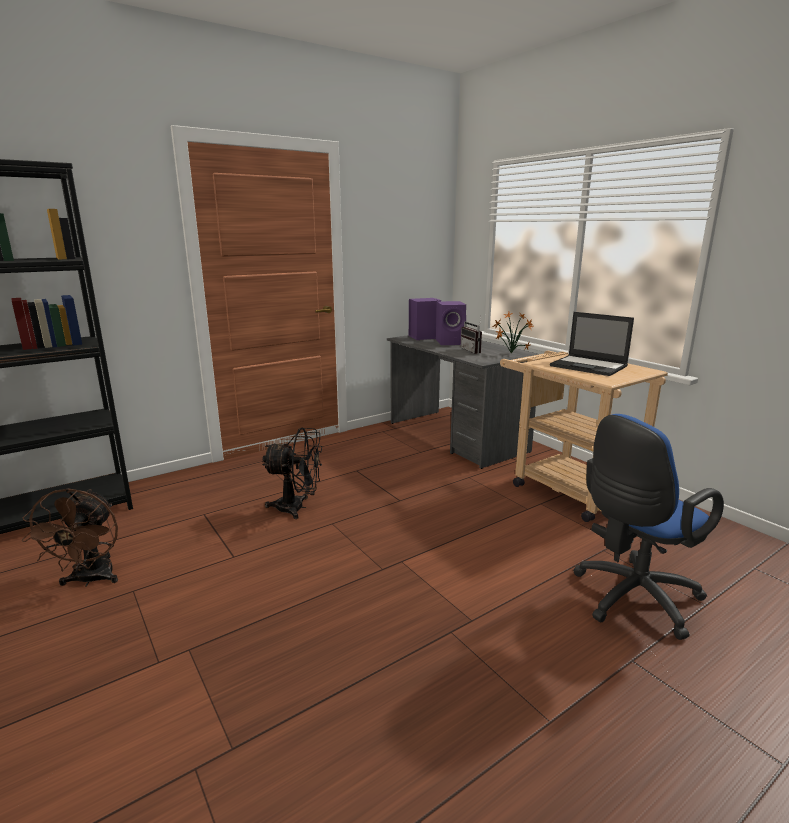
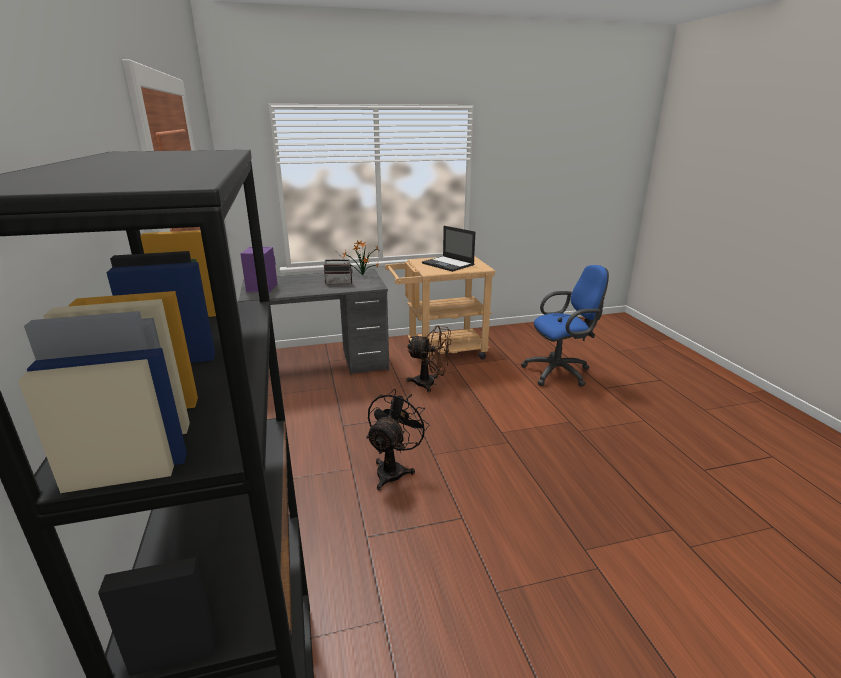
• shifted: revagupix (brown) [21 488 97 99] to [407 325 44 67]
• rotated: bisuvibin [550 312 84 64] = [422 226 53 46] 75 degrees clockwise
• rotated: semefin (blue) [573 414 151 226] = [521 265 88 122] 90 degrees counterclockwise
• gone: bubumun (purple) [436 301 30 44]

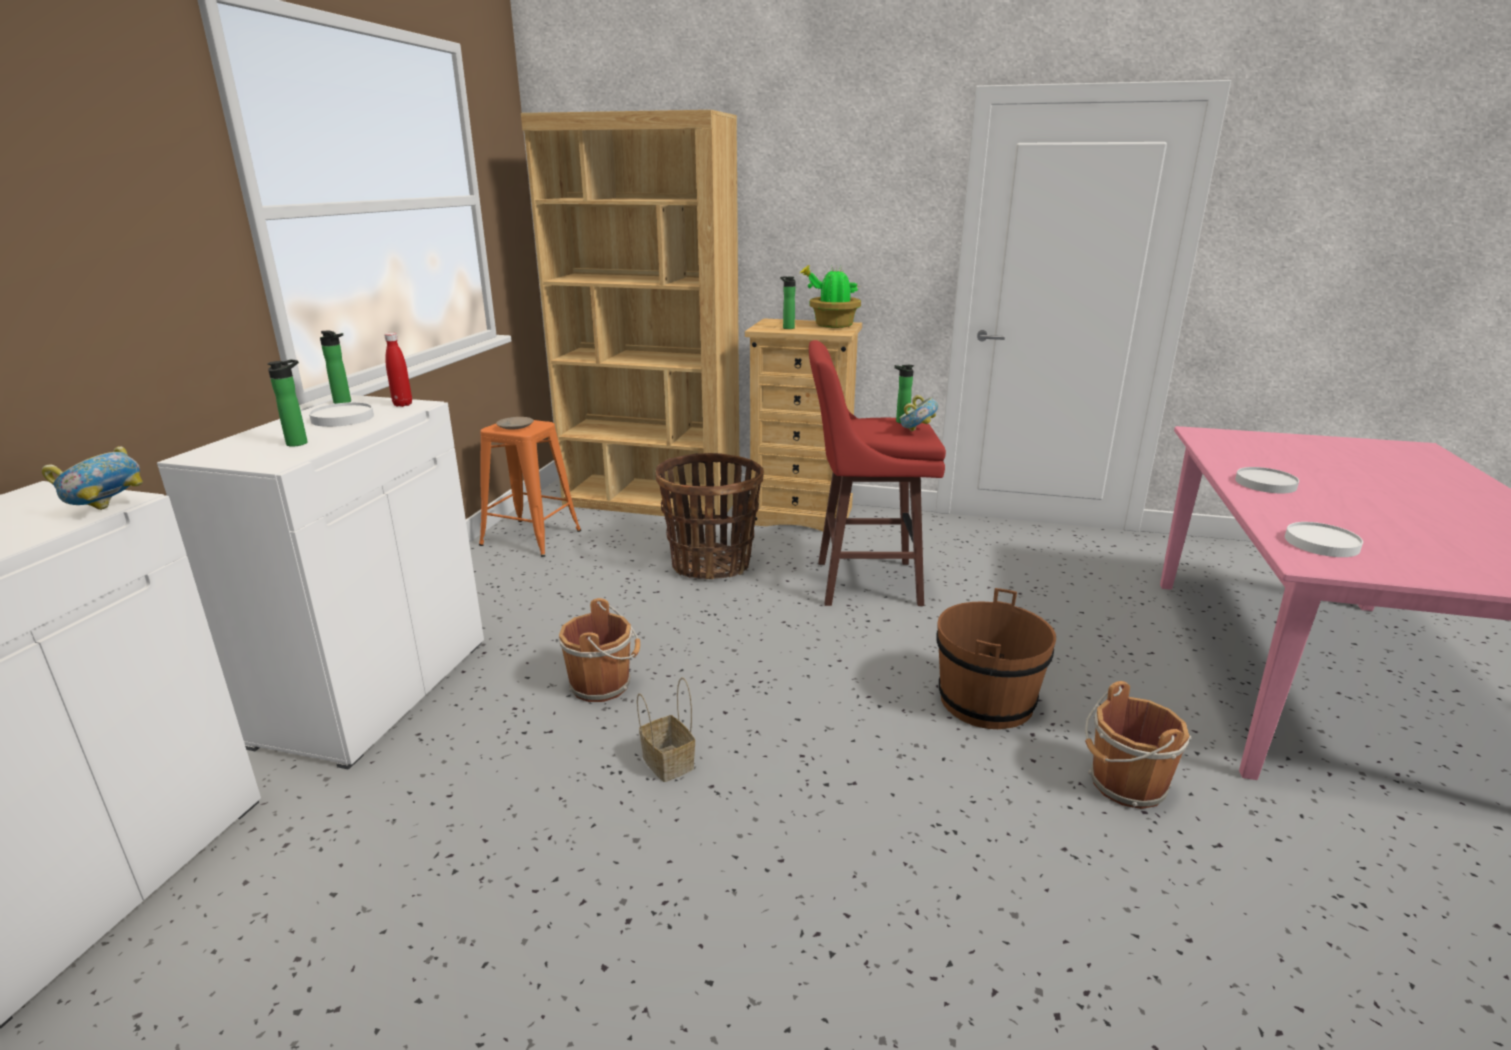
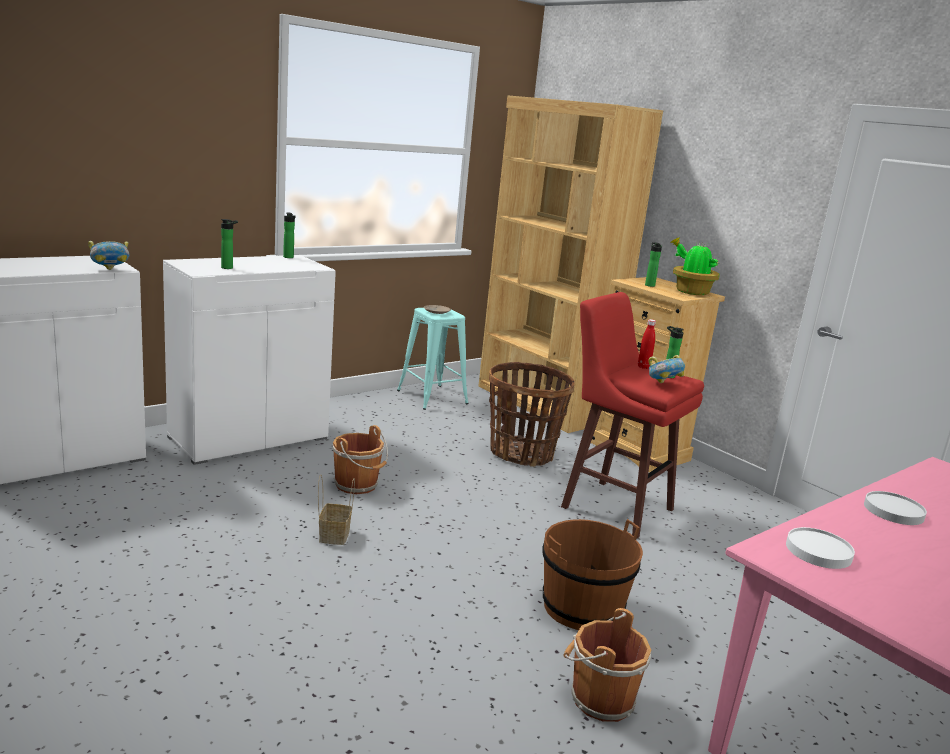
• repainted: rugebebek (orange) [479 420 102 137] to rugebebek (turquoise) [397 308 72 102]
• shifted: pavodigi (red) [384 333 28 74] to [638 319 18 50]
• gone: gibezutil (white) [309 402 65 25]

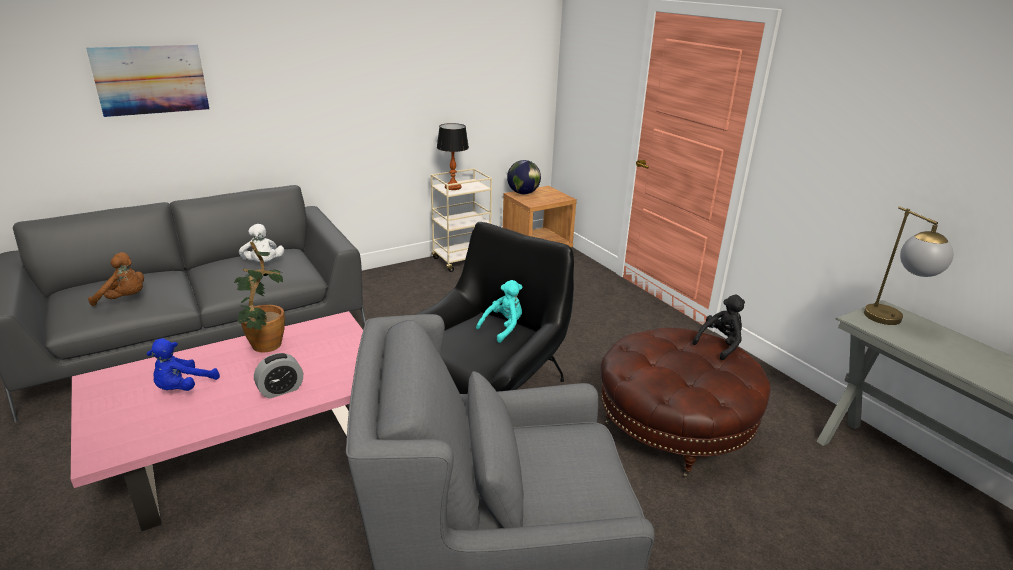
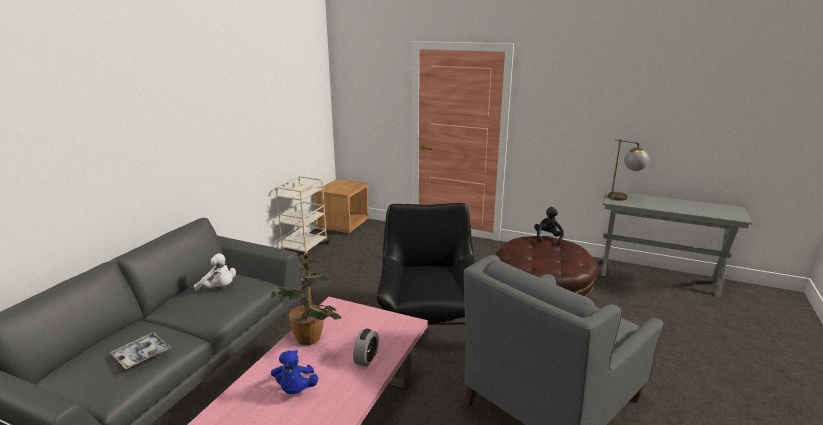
• swapped: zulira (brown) [88 252 56 54] to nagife [110 332 61 37]
• gone: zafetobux [86 44 123 73]
• gone: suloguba [437 123 32 67]
• gone: zulira (turquoise) [476 280 46 63]
• gone: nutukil [507 160 34 34]

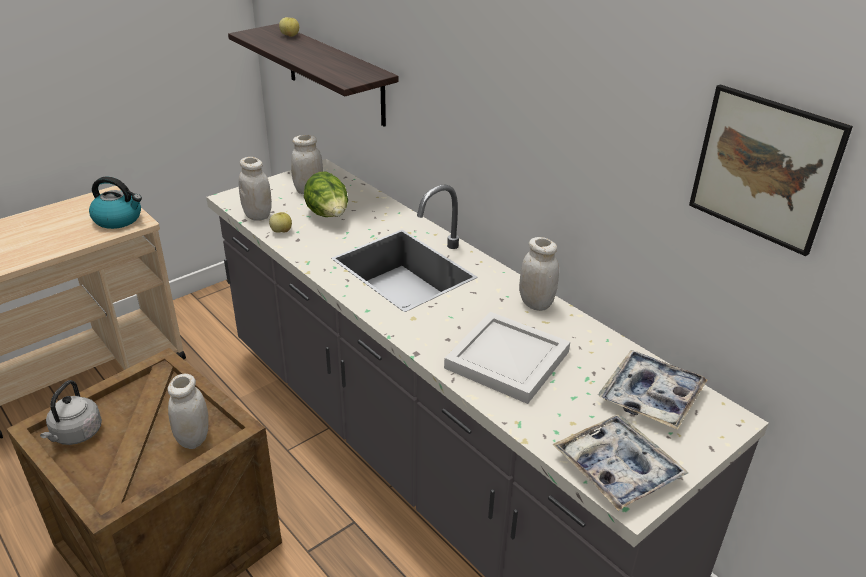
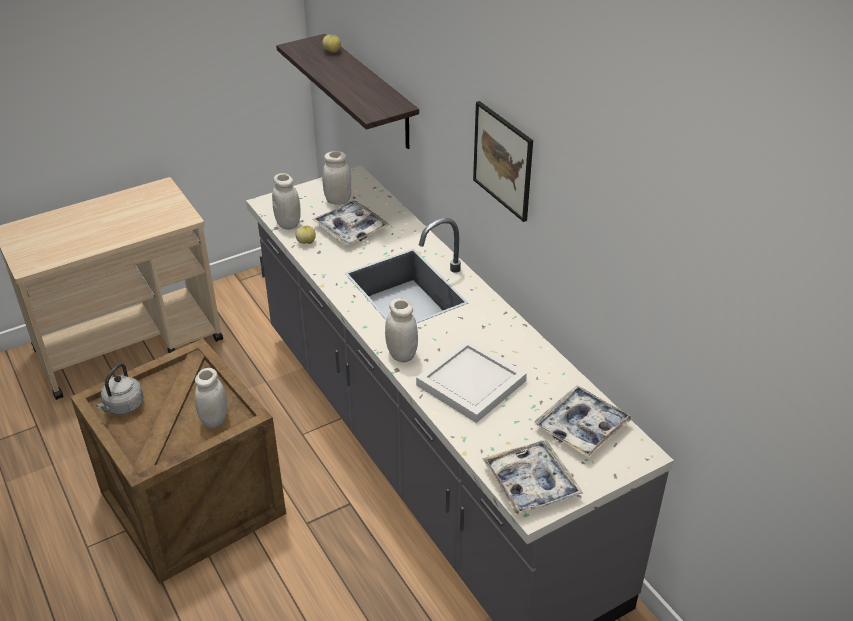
• swapped: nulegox [304 172 44 45] to nagife [312 200 78 45]
• shifted: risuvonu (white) [519 237 40 74] to [385 298 33 65]
• shifted: zafetobux [689 84 164 172] to [473 101 60 121]
• gone: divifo [89 176 53 53]

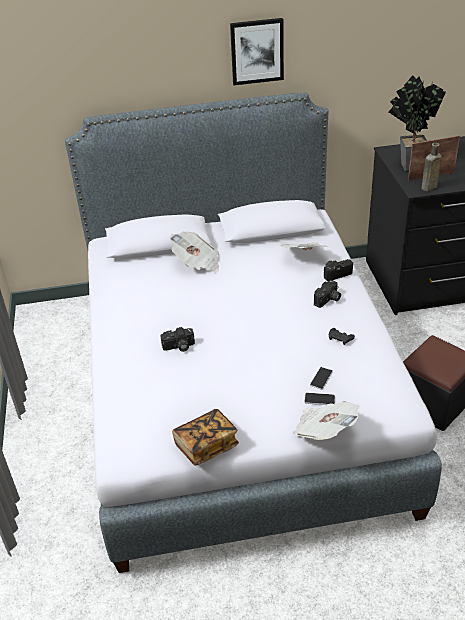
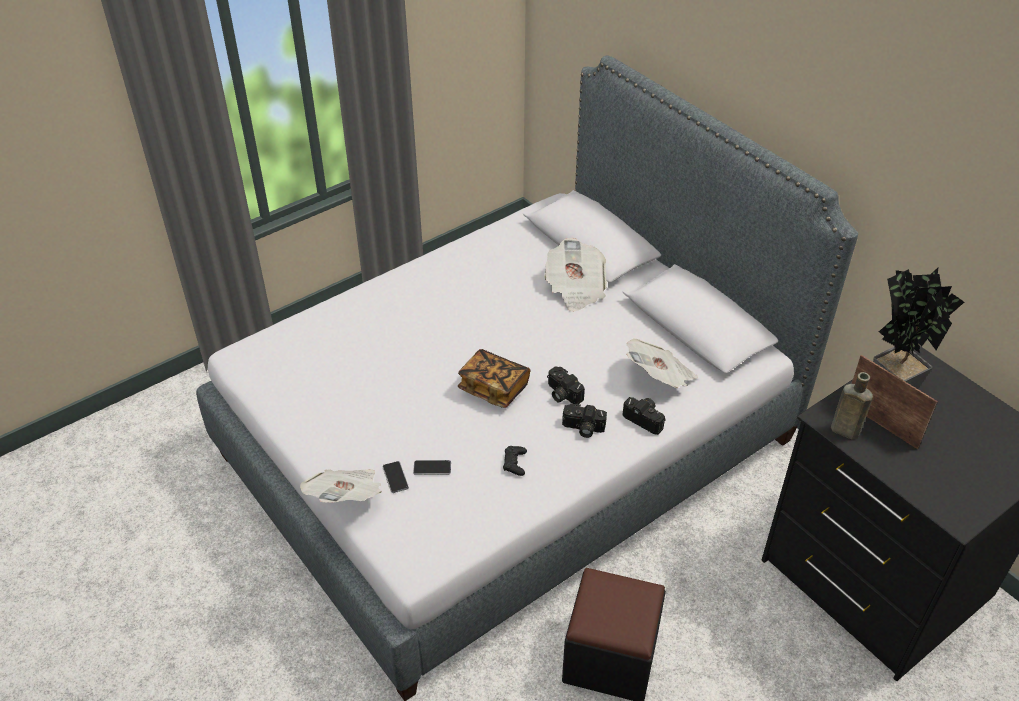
• shifted: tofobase [172 409 67 57] to [458 349 72 59]
• shifted: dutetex [160 327 35 25] to [547 366 38 38]
• gone: zafetobux [230 18 54 67]

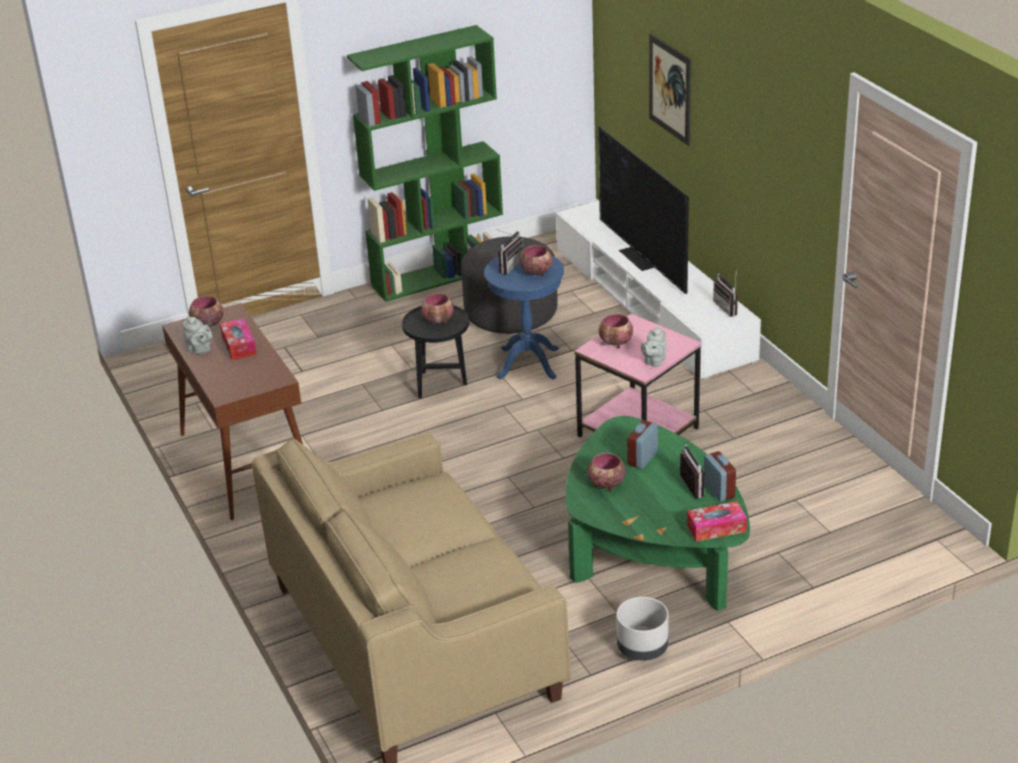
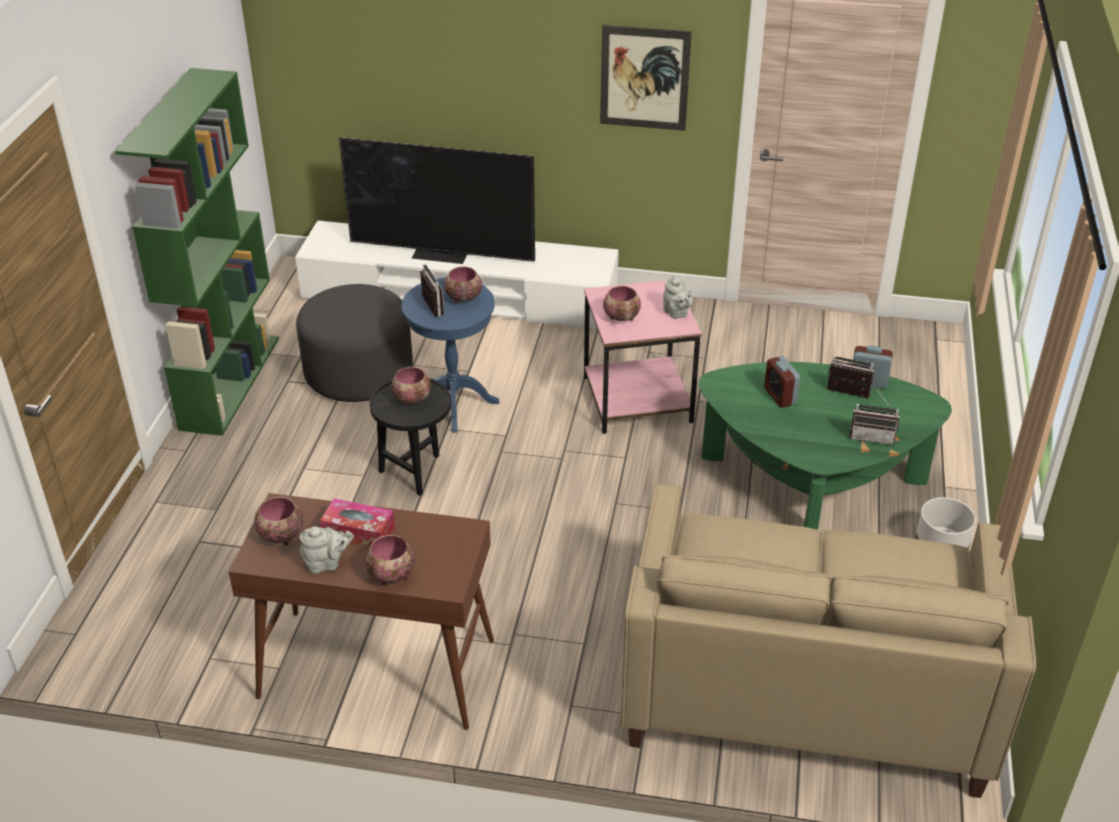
• shifted: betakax [588 453 38 39] to [365 535 50 50]
• shifted: zafetobux [649 34 42 112] to [600 25 92 106]
• shifted: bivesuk [713 269 25 48] to [849 387 51 58]
• gone: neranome [687 501 60 41]

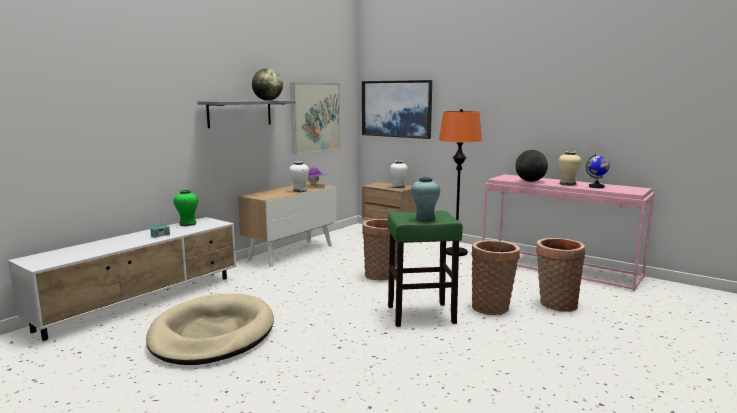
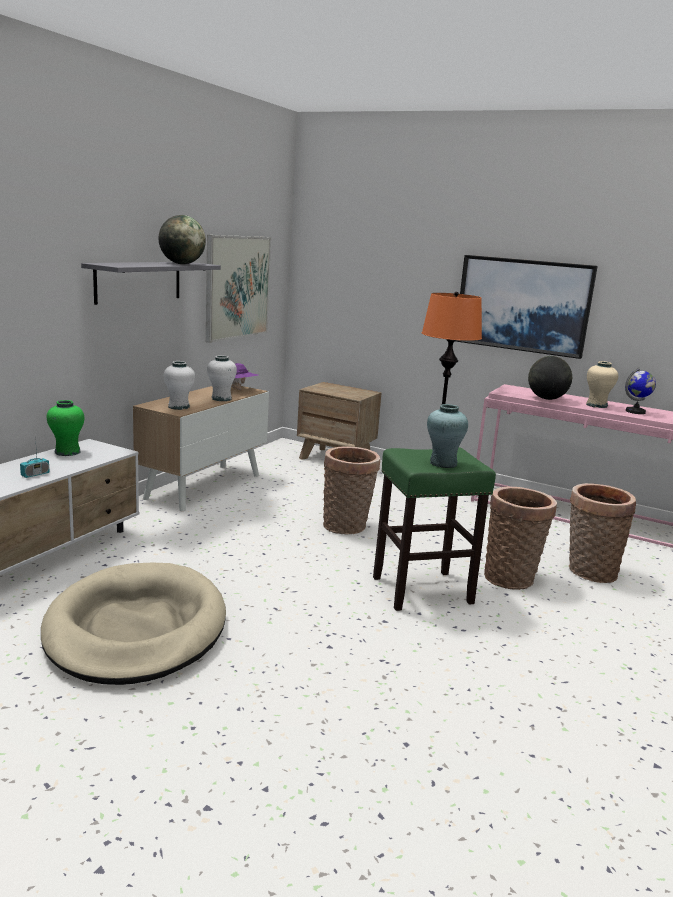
• shifted: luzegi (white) [390 160 18 28] to [163 361 32 49]
• shifted: zafetobux [362 80 70 59] to [455 255 143 104]

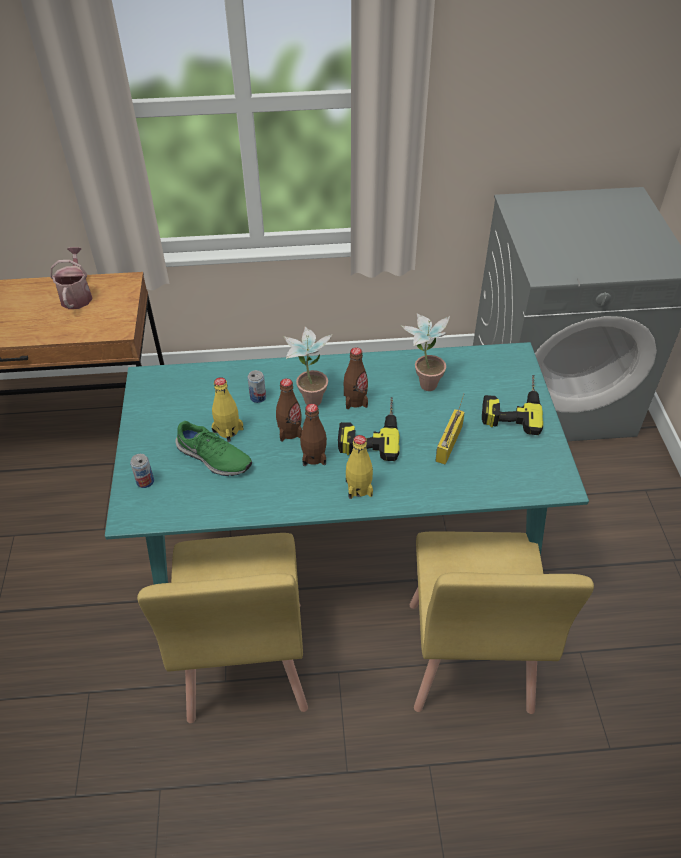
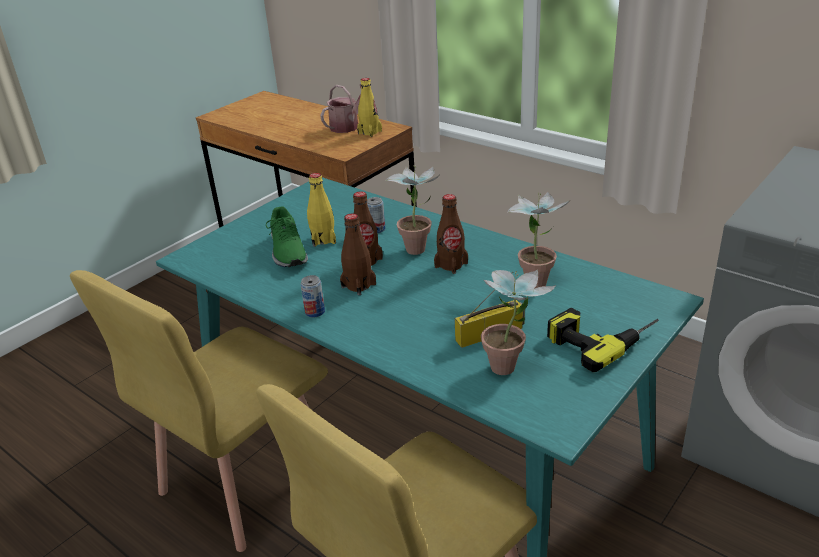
• shifted: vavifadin [130 454 24 34] to [300 275 25 43]
• shifted: pavodigi (yellow) [346 435 27 64] to [357 78 25 59]
• new: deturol [481 270 75 105]
• gone: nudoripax [338 397 62 64]

